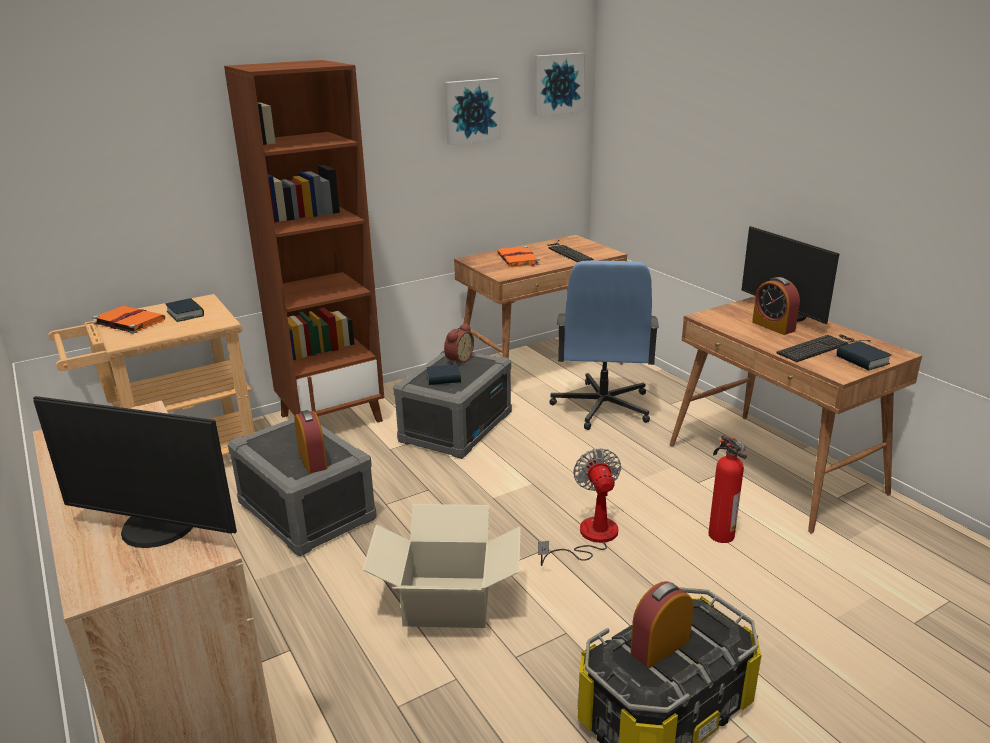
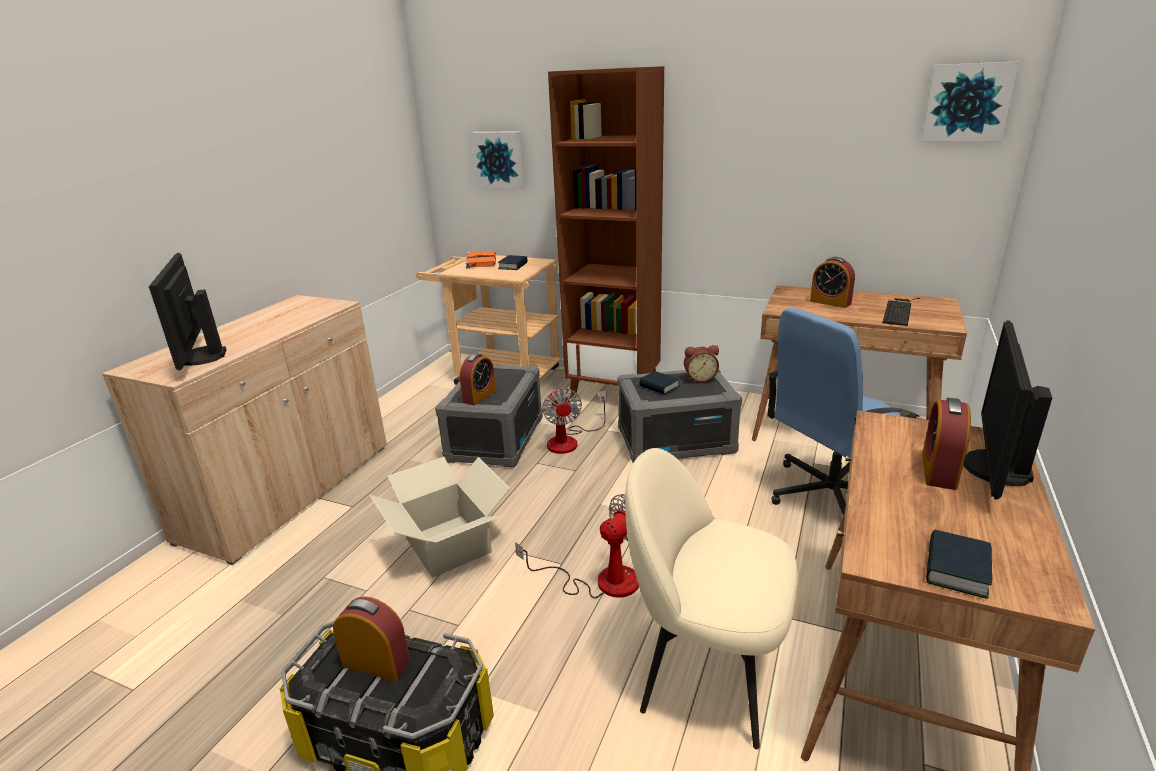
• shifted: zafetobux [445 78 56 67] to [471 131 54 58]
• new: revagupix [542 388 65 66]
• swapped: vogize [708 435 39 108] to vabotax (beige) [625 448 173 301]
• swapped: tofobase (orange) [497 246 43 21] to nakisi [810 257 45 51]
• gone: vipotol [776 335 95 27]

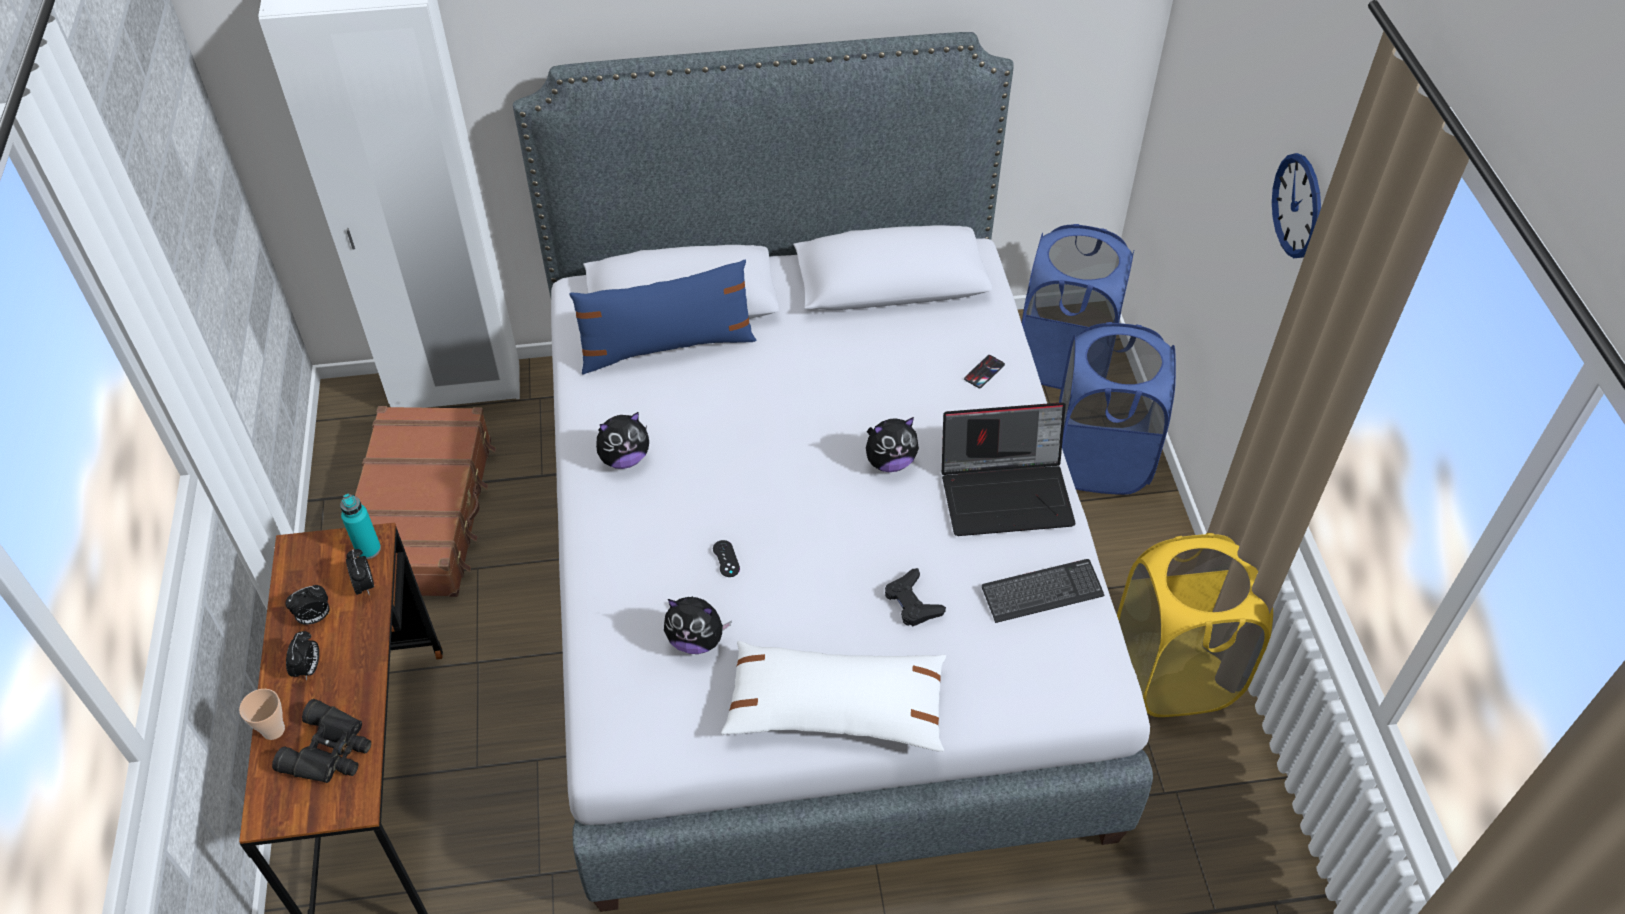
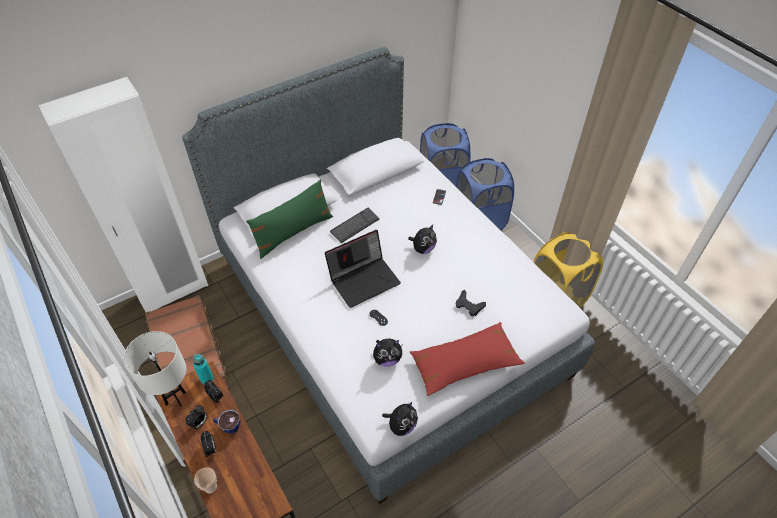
• new: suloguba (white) [124 331 62 76]
• new: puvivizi [213 409 27 25]
• repainted: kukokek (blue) [569 260 188 115] to kukokek (green) [246 180 87 79]
• shifted: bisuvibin [942 402 133 134] to [325 230 76 78]
• shifted: vipotol [982 559 123 64] to [330 208 49 35]
• shifted: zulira [596 412 53 57] to [382 402 36 34]
• repainted: kukokek (white) [721 641 225 111] to kukokek (red) [410 322 115 74]
• gone: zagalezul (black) [272 699 99 84]
• gone: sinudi [1272 153 49 105]

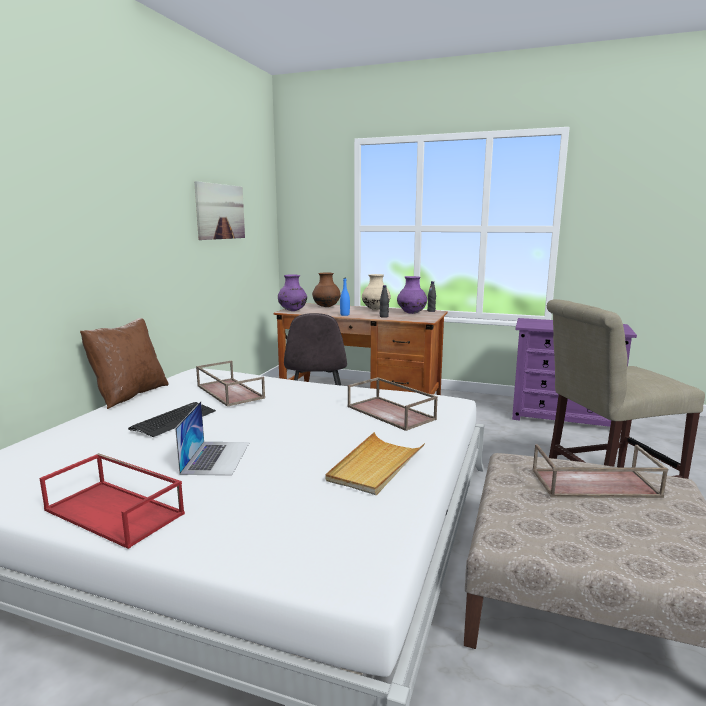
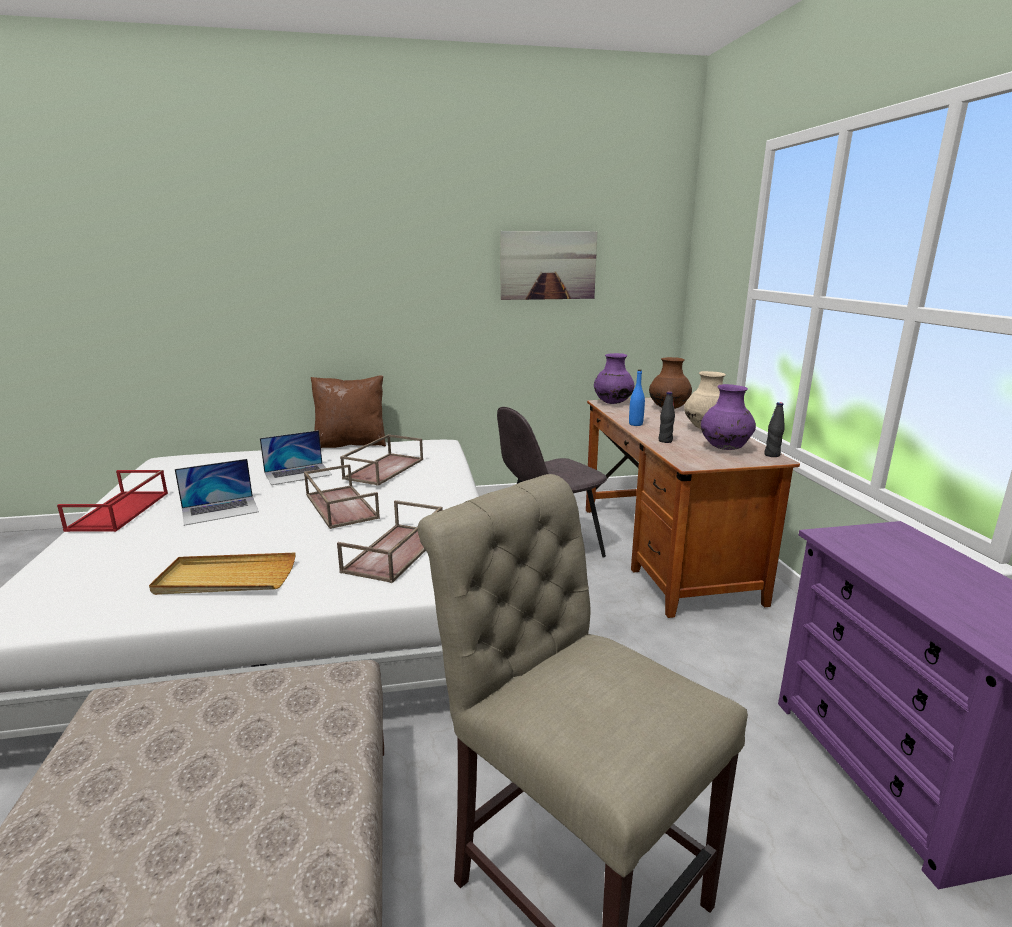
• swapped: vipotol [128 402 88 35] to bisuvibin [260 430 72 55]
• shifted: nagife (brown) [532 444 136 54] to [304 464 76 65]

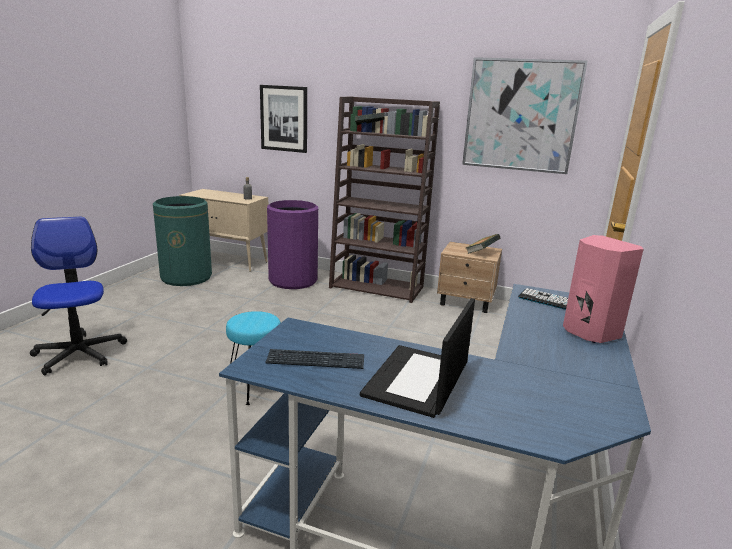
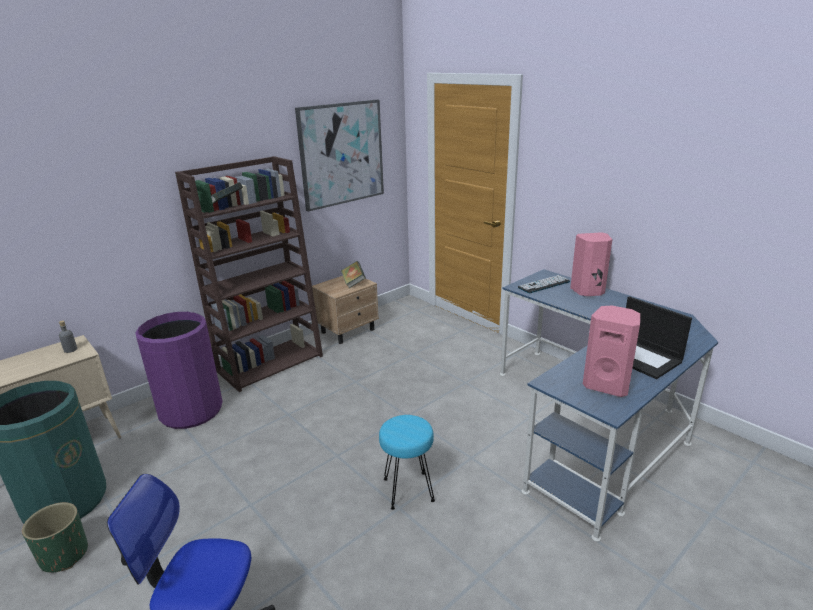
• new: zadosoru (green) [22 502 66 71]
• swapped: vipotol [265 349 99 20] to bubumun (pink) [583 305 57 92]
• gone: zafetobux [260 85 47 68]

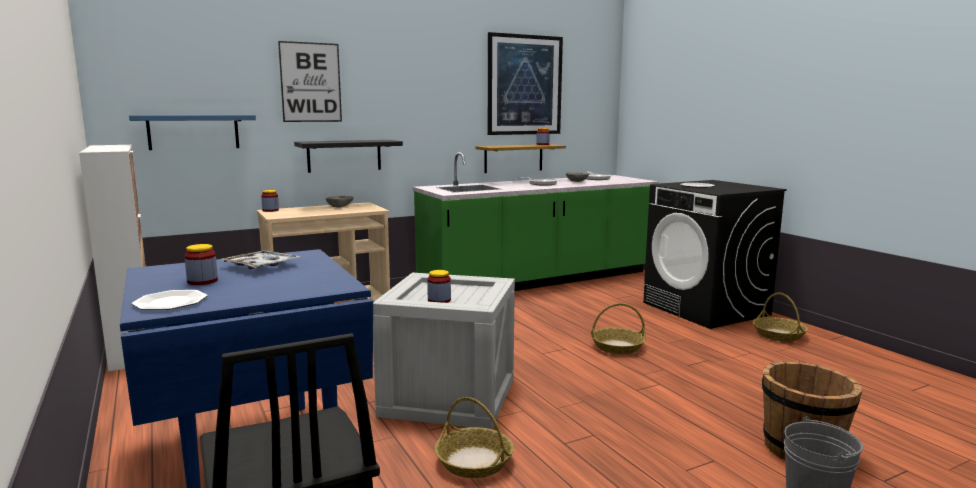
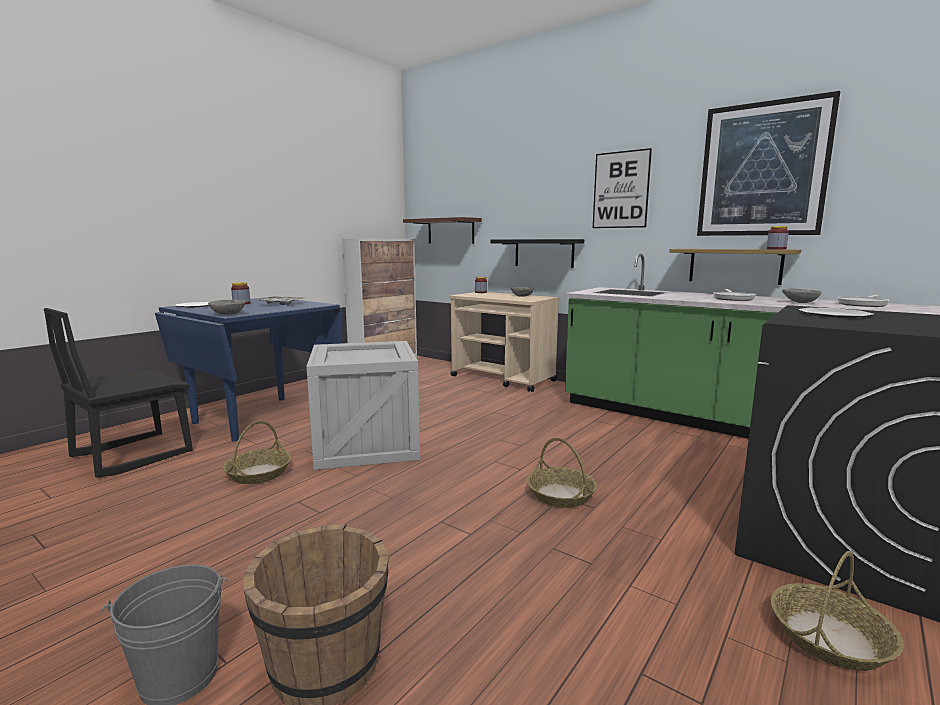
• new: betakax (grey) [208 299 37 16]
• repainted: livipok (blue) [129 115 127 35] to livipok (brown) [403 217 79 27]
• shifted: zafetobux [278 41 64 81] to [593 148 59 80]
• gone: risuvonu [427 270 24 33]

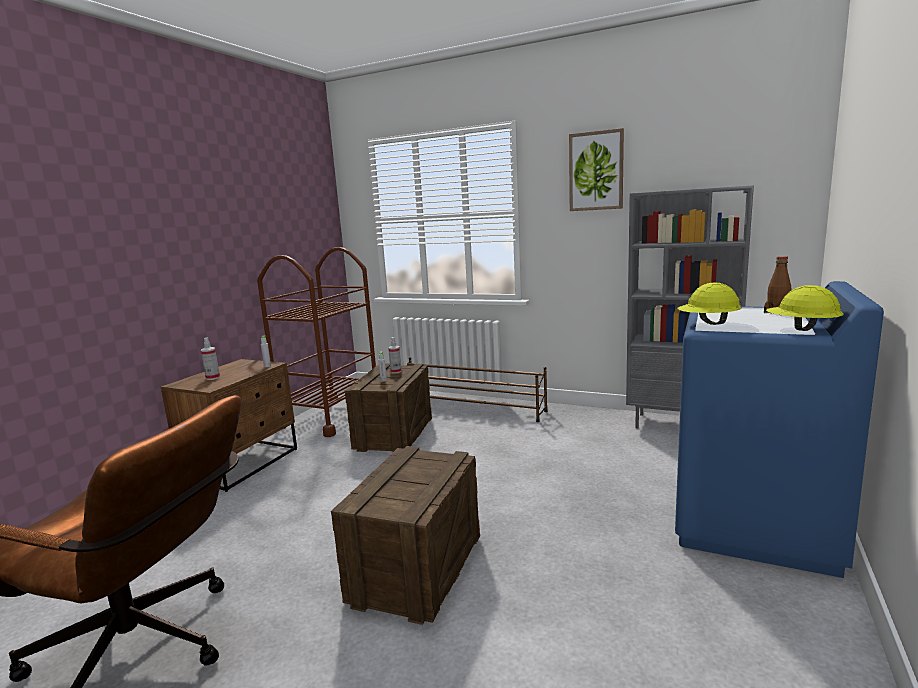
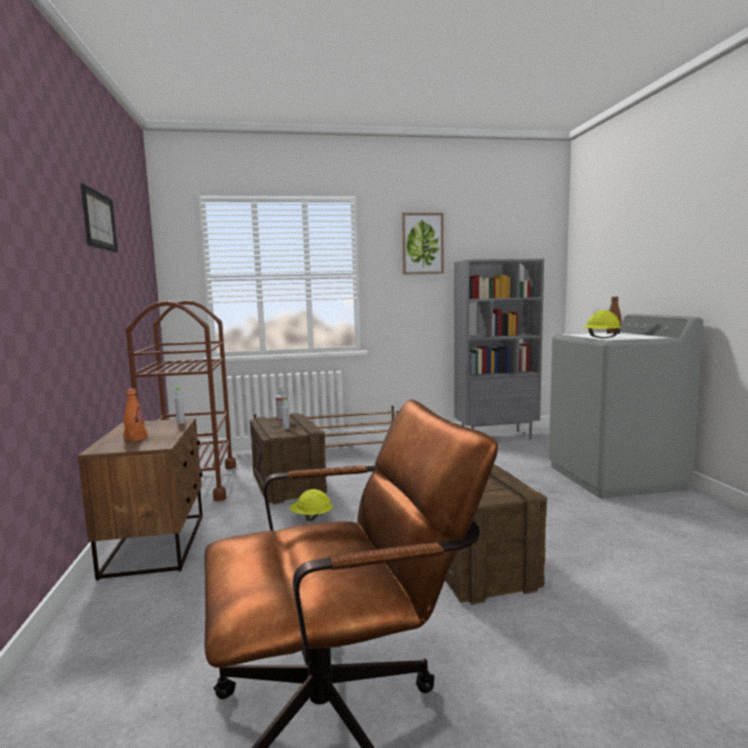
• new: zafetobux [80 184 38 69]
• swapped: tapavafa [201 337 19 43] to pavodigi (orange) [124 389 24 53]
• shifted: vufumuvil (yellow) [766 285 78 46] to [290 489 43 32]
• repainted: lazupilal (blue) [675 281 209 297] to lazupilal (grey) [549 314 154 185]

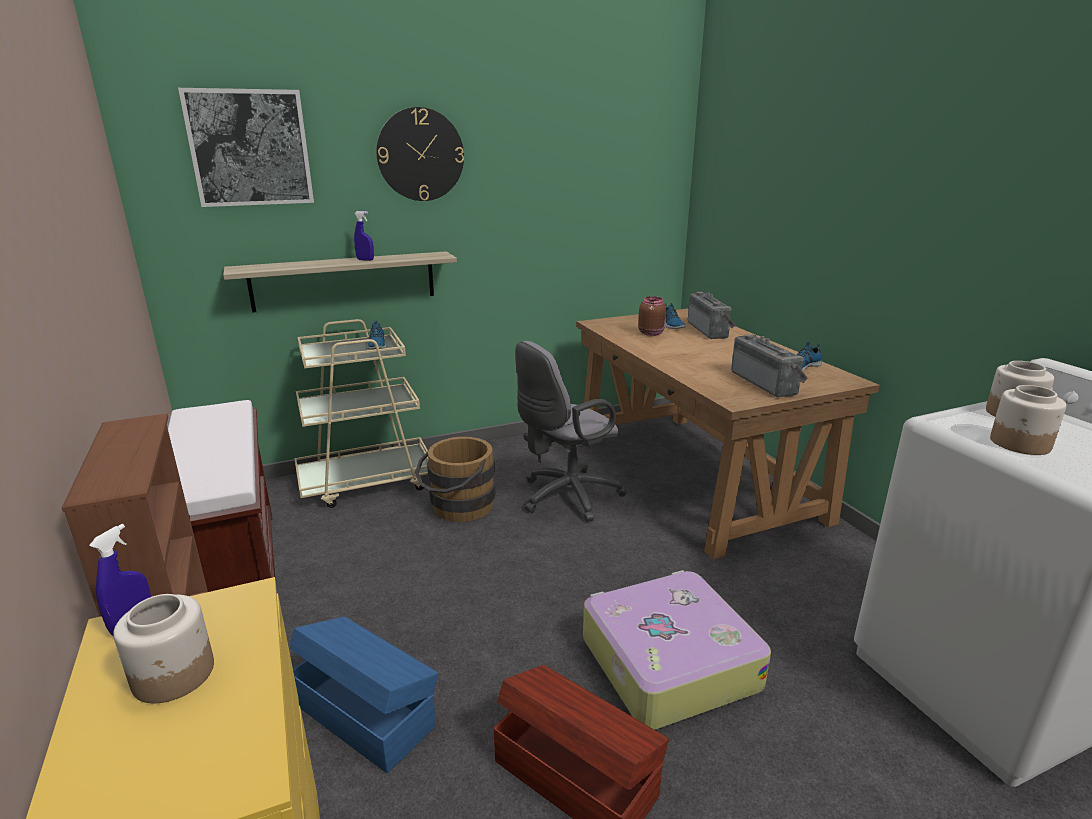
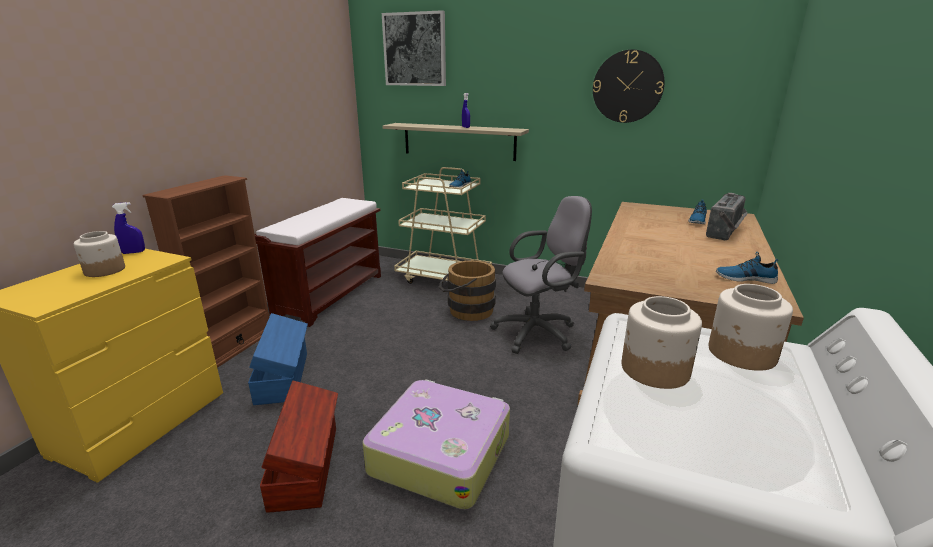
• rotated: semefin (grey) [515 341 112 181] = [490 196 102 158] 150 degrees clockwise
• shifted: sinudi [376 107 88 94] to [593 49 72 74]
• gone: risuvonu (brown) [638 296 28 40]
• gone: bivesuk [731 334 77 63]

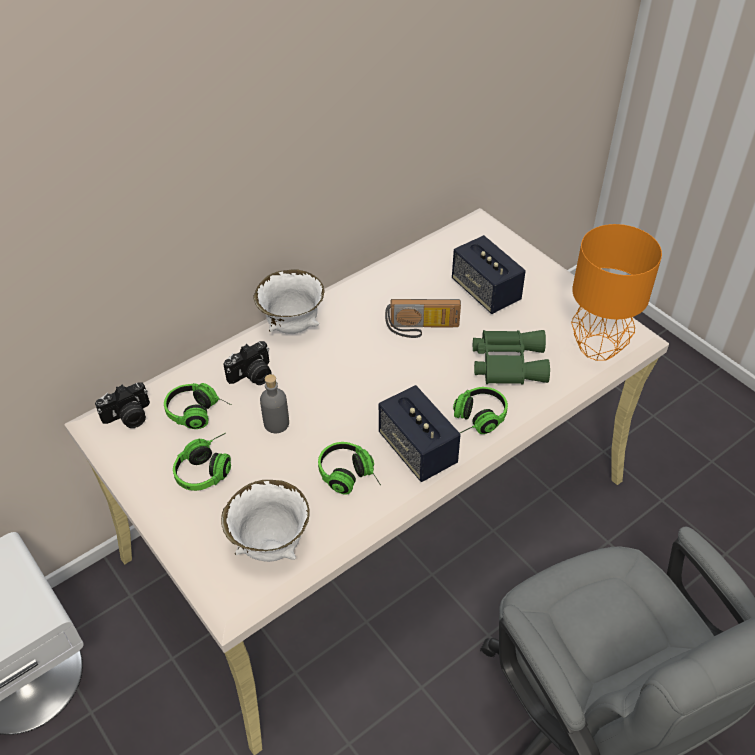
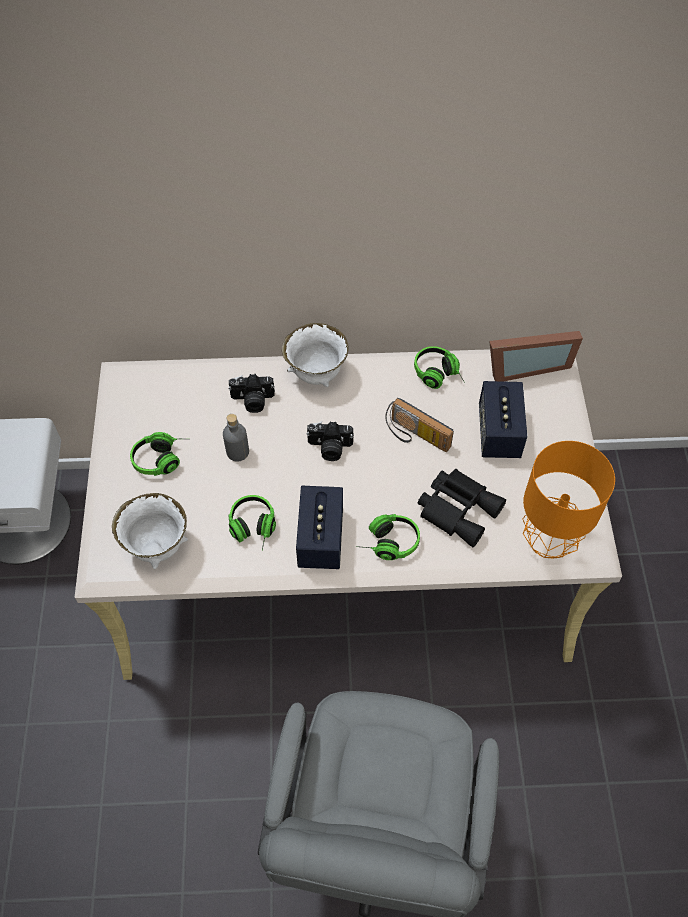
• shifted: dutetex [95 382 55 46] to [306 421 48 40]
• shifted: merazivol [164 383 68 46] to [414 346 51 43]
• repainted: zagalezul (green) [473 330 77 54] to zagalezul (black) [418 469 88 78]
• new: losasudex [489 331 94 51]

